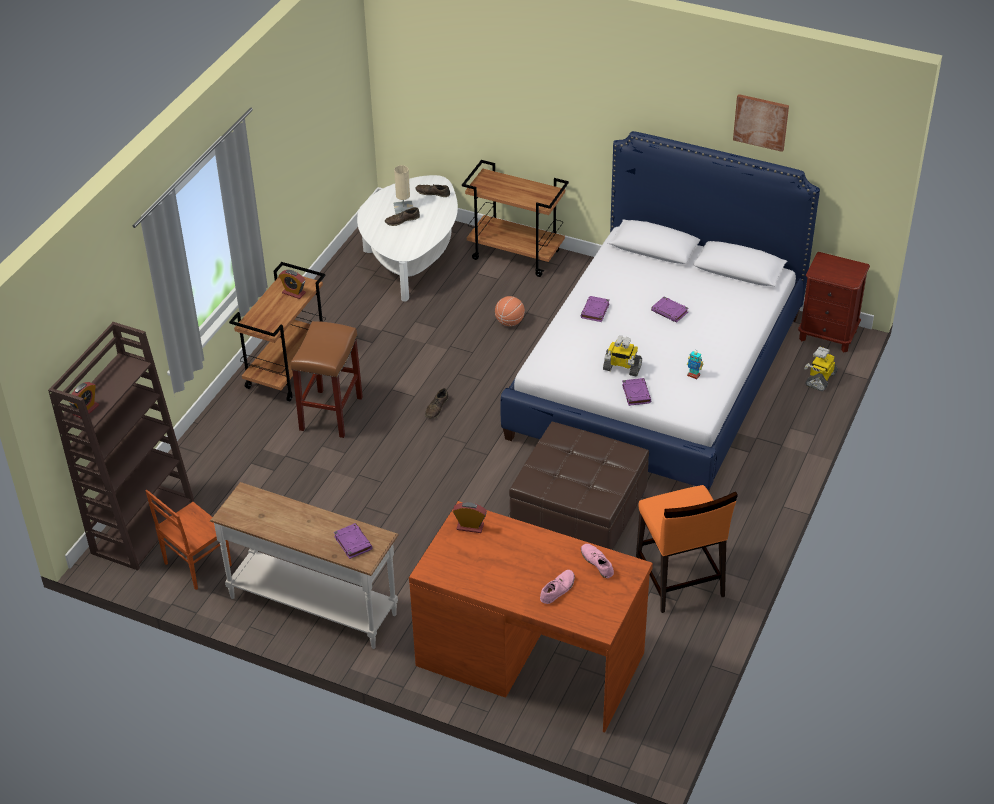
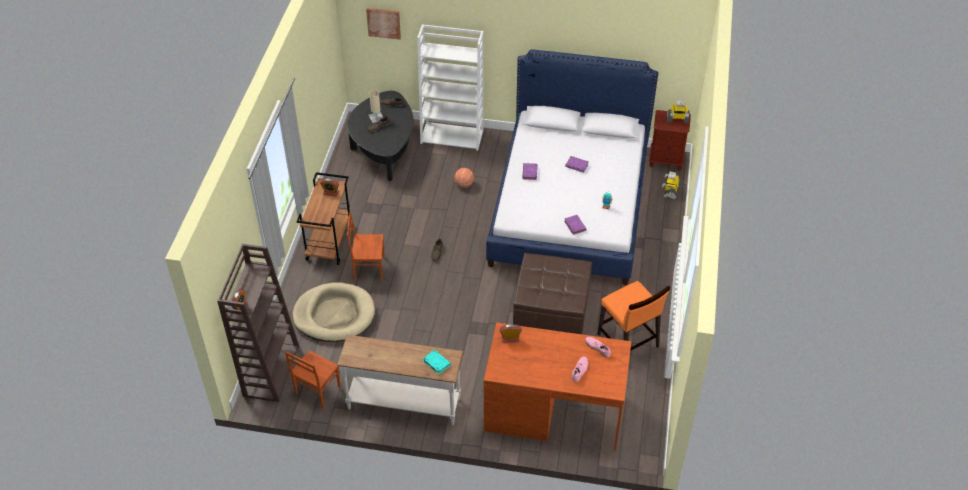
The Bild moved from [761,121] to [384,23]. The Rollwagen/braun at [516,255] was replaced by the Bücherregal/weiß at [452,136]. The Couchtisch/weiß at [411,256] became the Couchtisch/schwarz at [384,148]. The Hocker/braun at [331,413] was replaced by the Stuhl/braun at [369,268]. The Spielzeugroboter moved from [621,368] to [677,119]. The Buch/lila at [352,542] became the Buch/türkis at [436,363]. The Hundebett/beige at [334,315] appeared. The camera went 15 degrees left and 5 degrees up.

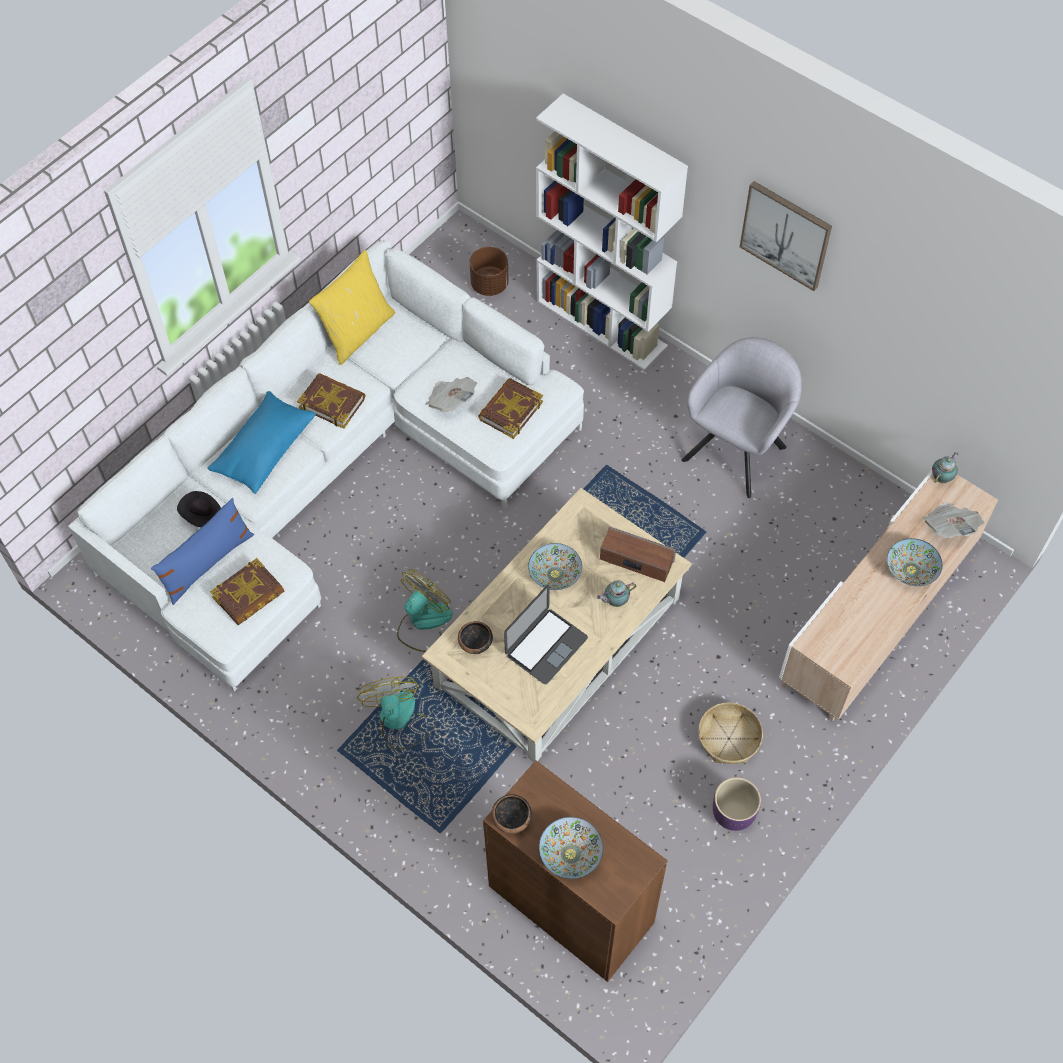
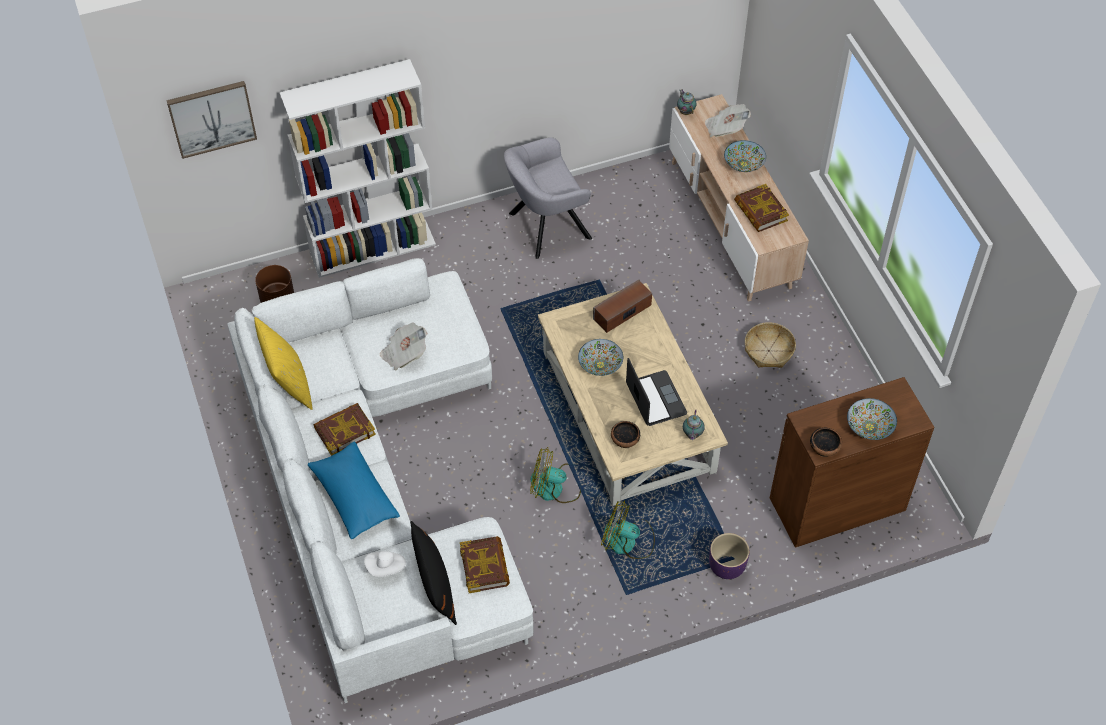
The Bild moved from [786,234] to [212,118]. The Sessel/grau at [737,449] turned 90 degrees counterclockwise. The Buch moved from [510,410] to [760,211]. The Hut/schwarz at [203,516] became the Hut/weiß at [386,568]. The Kissen/blau at [207,563] became the Kissen/schwarz at [434,583]. The Ventilator at [424,623] turned 60 degrees counterclockwise. The Teekanne moved from [615,601] to [692,435]. The Pflanzkübel/lila moved from [732,813] to [726,567]. The camera went 60 degrees left and 5 degrees down.

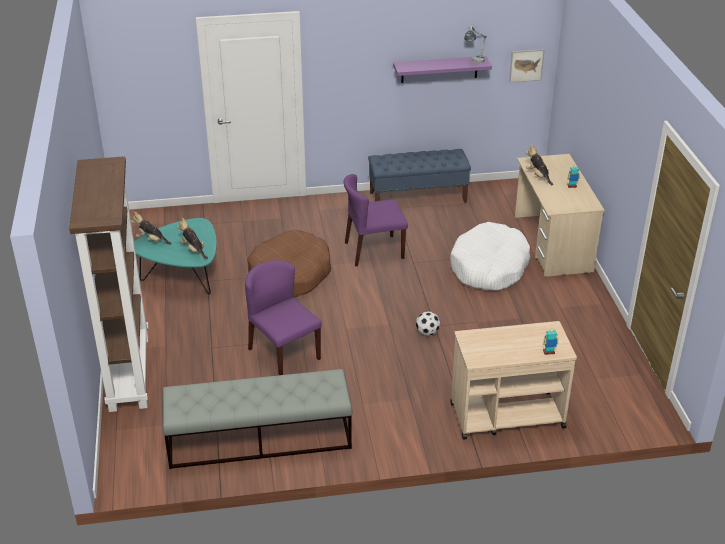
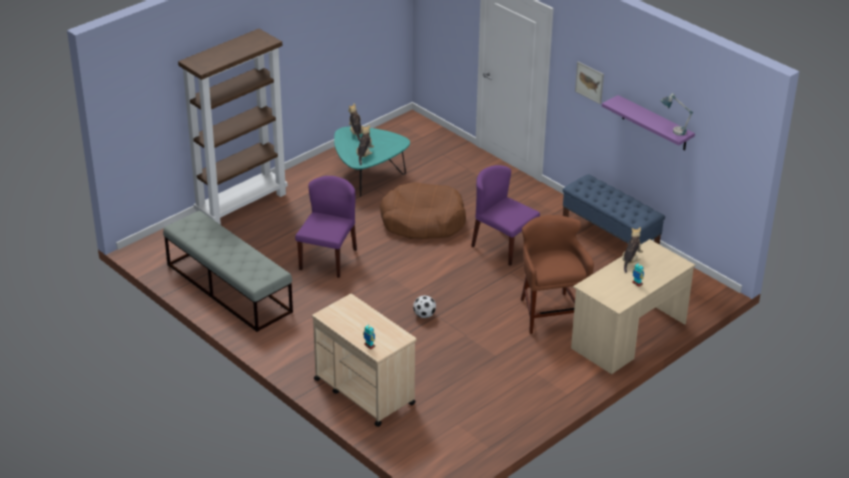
The Bild moved from [526,65] to [589,82]. The Hundebett/weiß at [489,267] was replaced by the Hocker/braun at [549,314]. The camera went 55 degrees right and 0 degrees up.

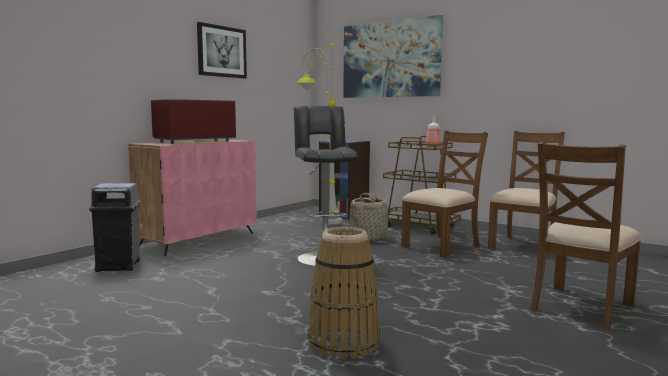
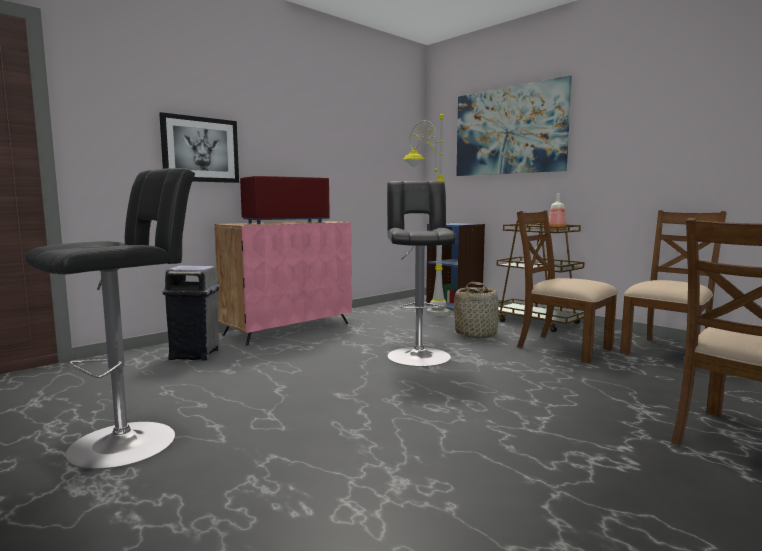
The Bild moved from [221,51] to [200,149]. The Stuhl/braun at [442,246] turned 105 degrees counterclockwise. The Korb at [343,342] disappeared. The Hocker/schwarz at [130,440] appeared. The camera went 10 degrees right and 0 degrees up.

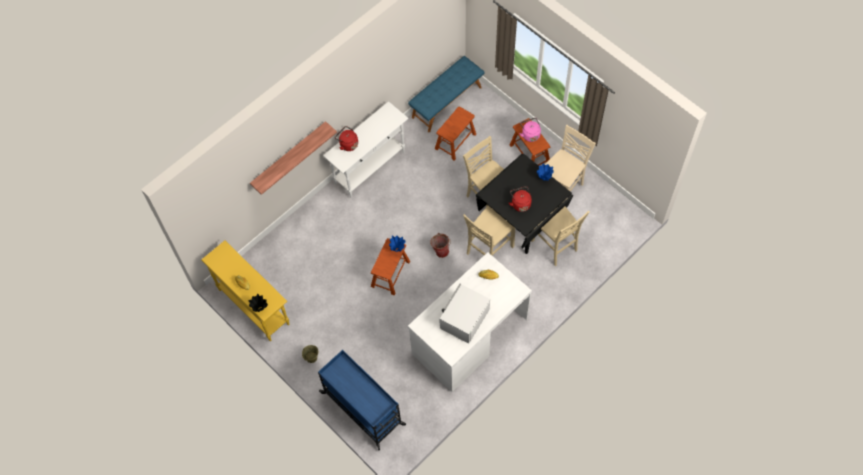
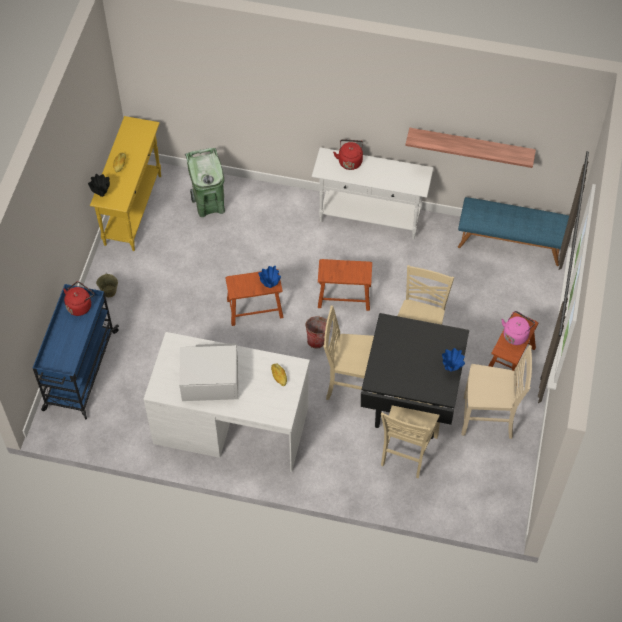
The Hocker/braun moved from [455,141] to [344,295]. The Wandregal moved from [289,156] to [471,145]. The Wasserkessel/rot moved from [520,203] to [80,305]. The Mülleimer/grün at [209,205] appeared. The camera went 55 degrees right and 5 degrees down.

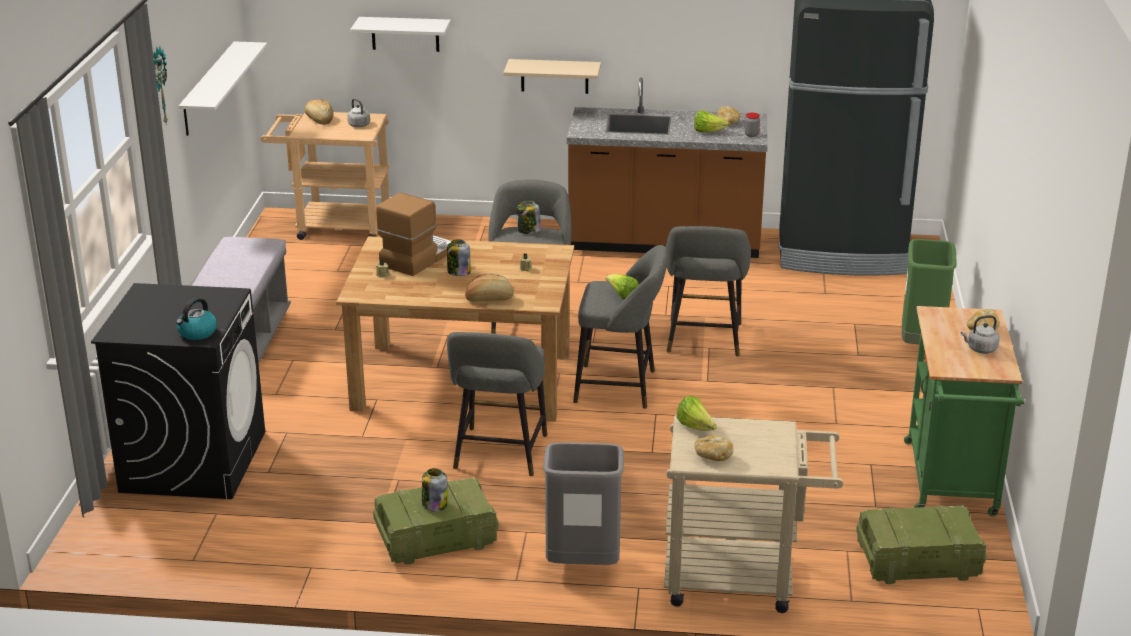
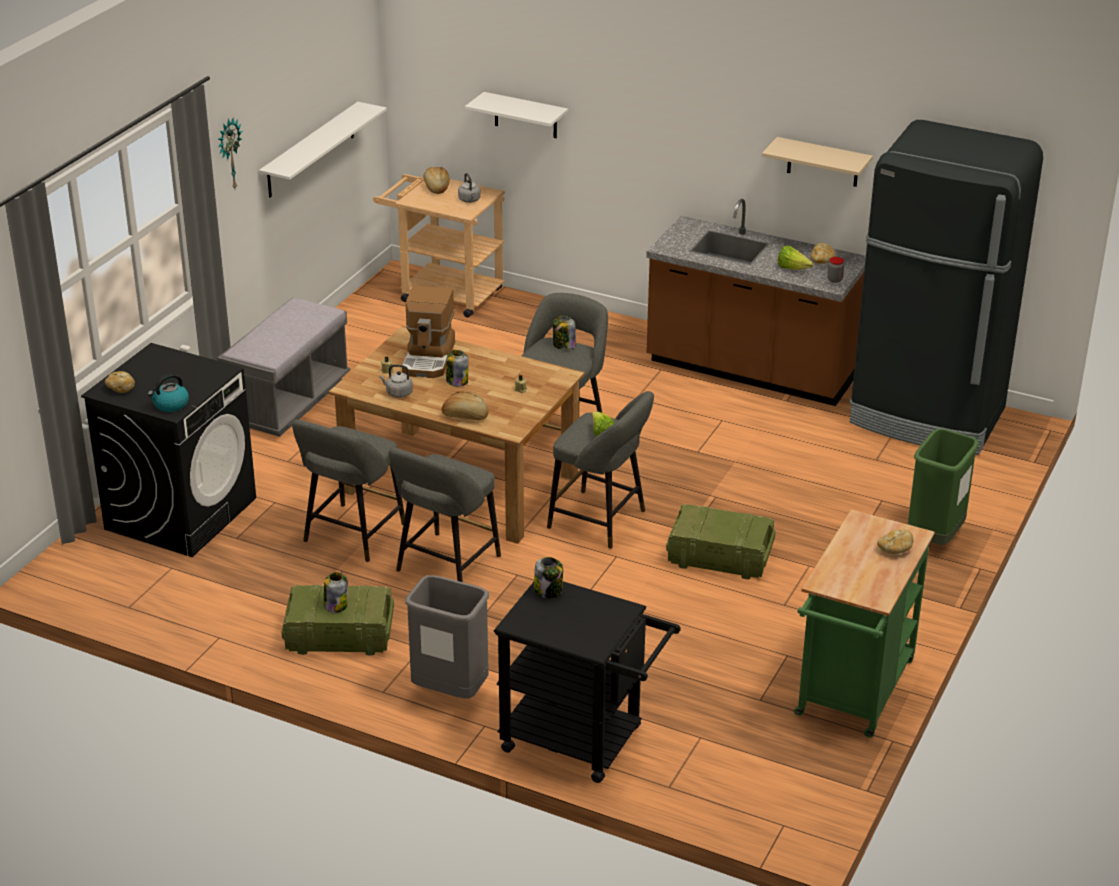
The Wandregal/beige moved from [554,76] to [823,162]. The Kaffeemaschine at [416,258] turned 135 degrees clockwise. The Hocker/grau moved from [704,341] to [351,536]. The Wasserkessel/grau moved from [980,349] to [398,393]. The Salatkopf at [695,427] was replaced by the Vorratsglas at [548,591]. The Rollwagen/beige at [743,580] became the Rollwagen/schwarz at [583,742]. The Brot moved from [712,456] to [120,388]. The Kiste moved from [916,562] to [718,557]. The camera went 20 degrees right and 5 degrees up.

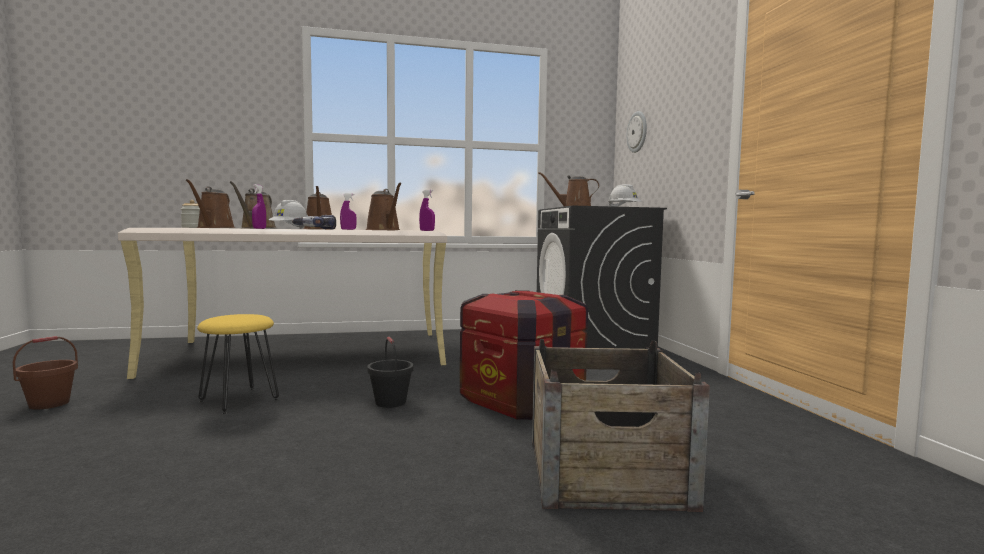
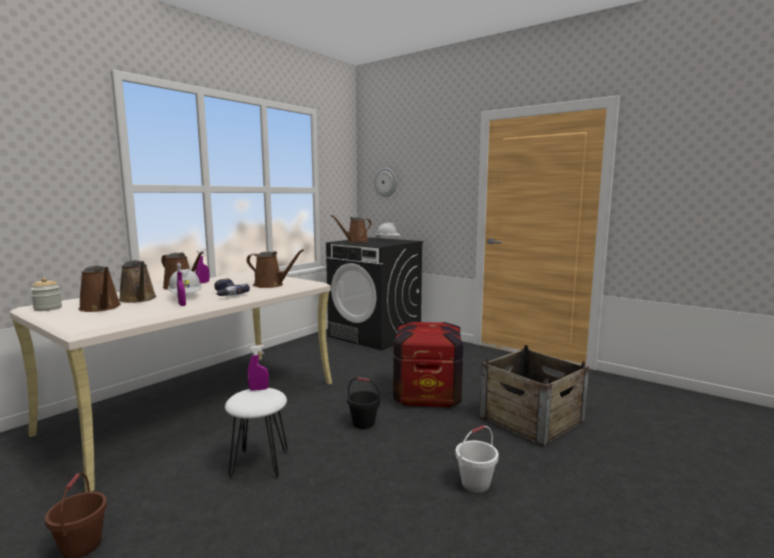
The Sprühflasche/lila moved from [427,230] to [258,389]. The Hocker/gelb at [238,401] became the Hocker/weiß at [259,465]. The Eimer/weiß at [475,484] appeared. The camera went 40 degrees left and 5 degrees up.

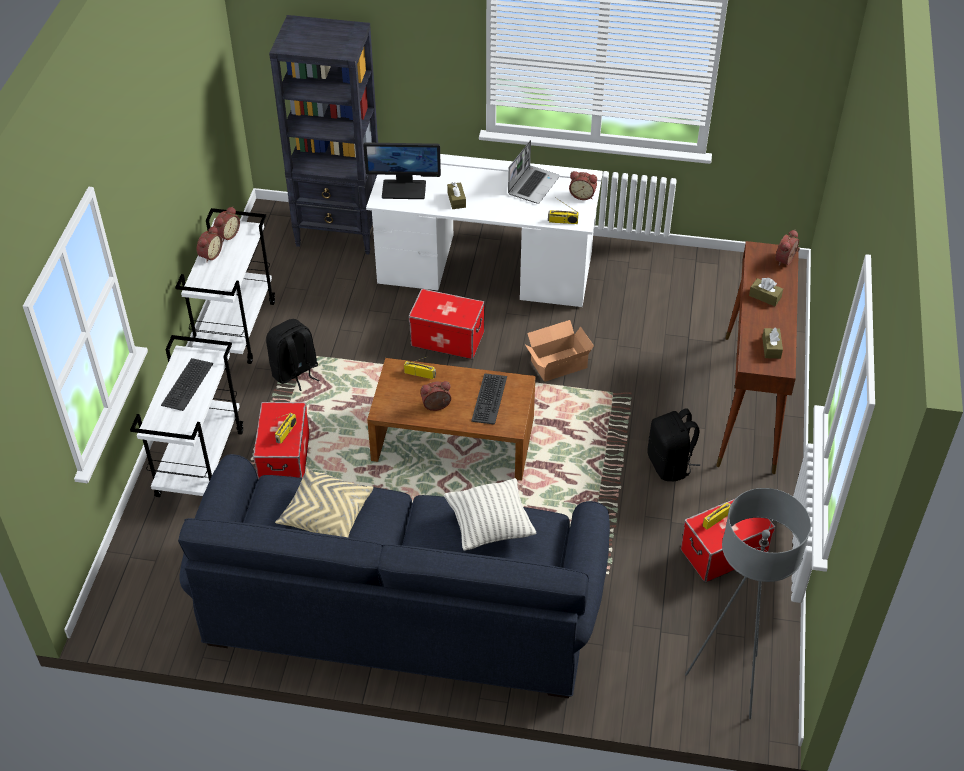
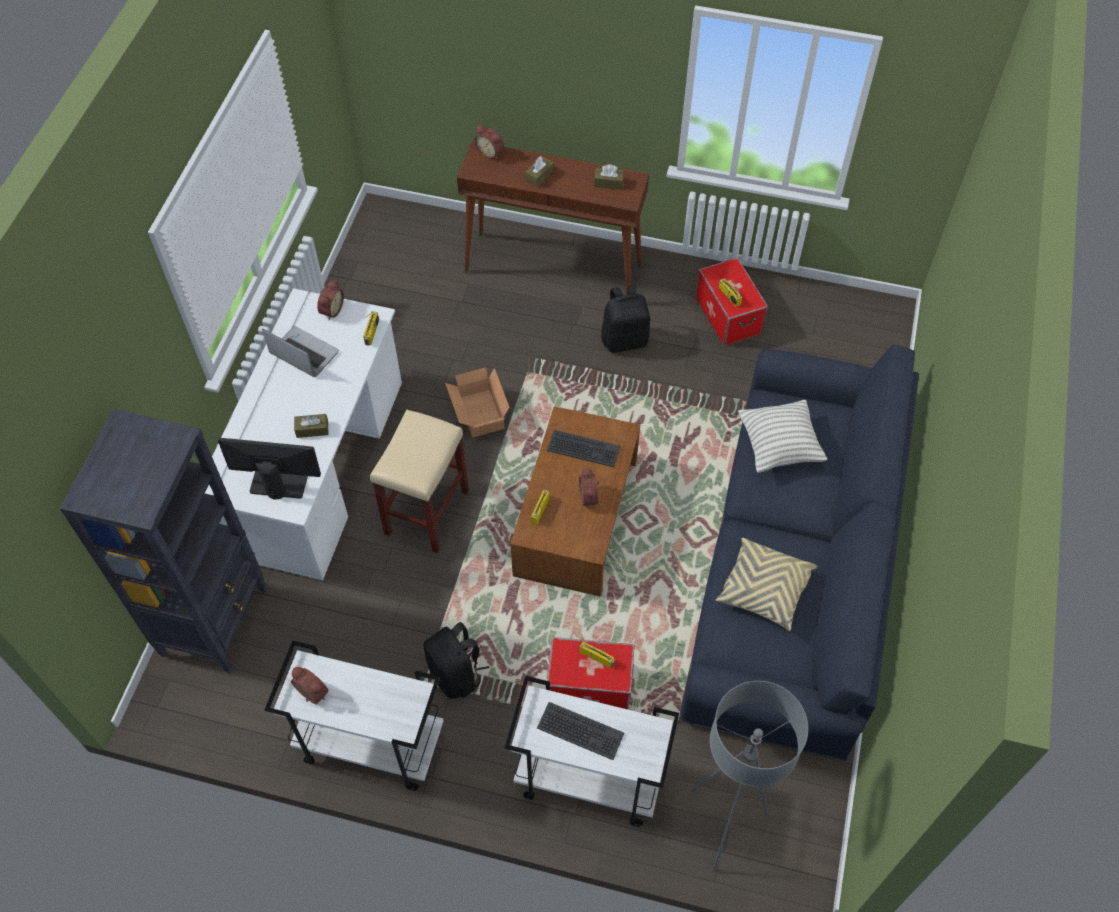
The Monitor at [404,189] turned 90 degrees counterclockwise. The Wecker at [209,255] disappeared. The Aufbewahrungsbox at [447,339] was replaced by the Hocker/beige at [427,513]. The Stehlampe/grau moved from [729,682] to [723,826]. The camera went 85 degrees left and 10 degrees up.

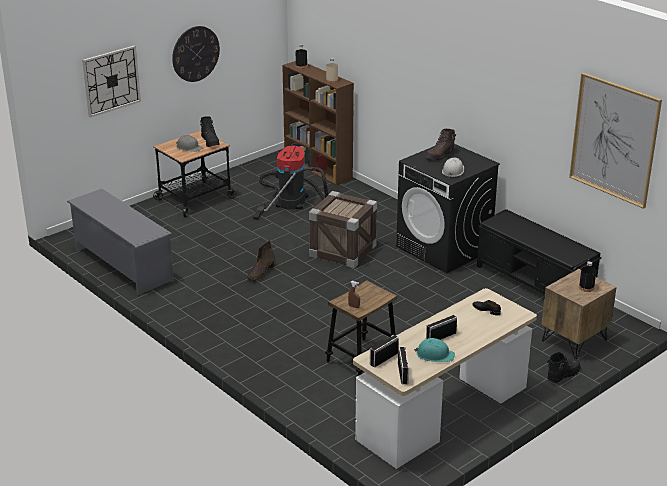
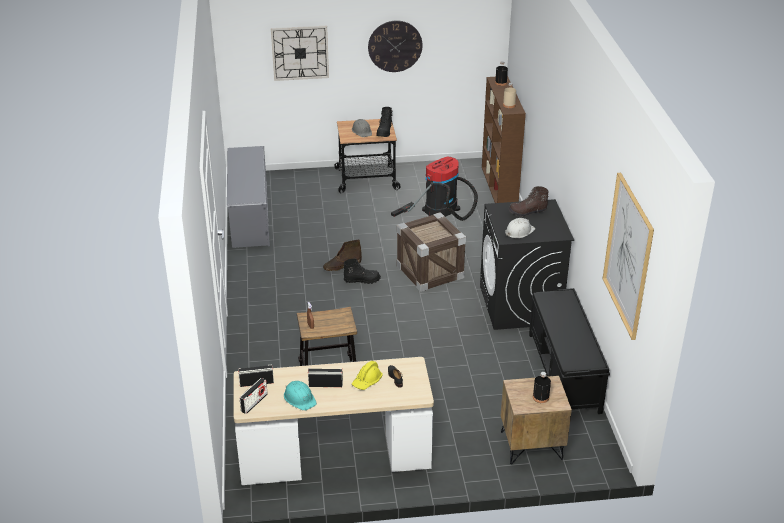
The Stiefel/schwarz moved from [562,375] to [362,280]. The Schutzhelm/gelb at [367,381] appeared. The camera went 35 degrees right and 5 degrees up.

